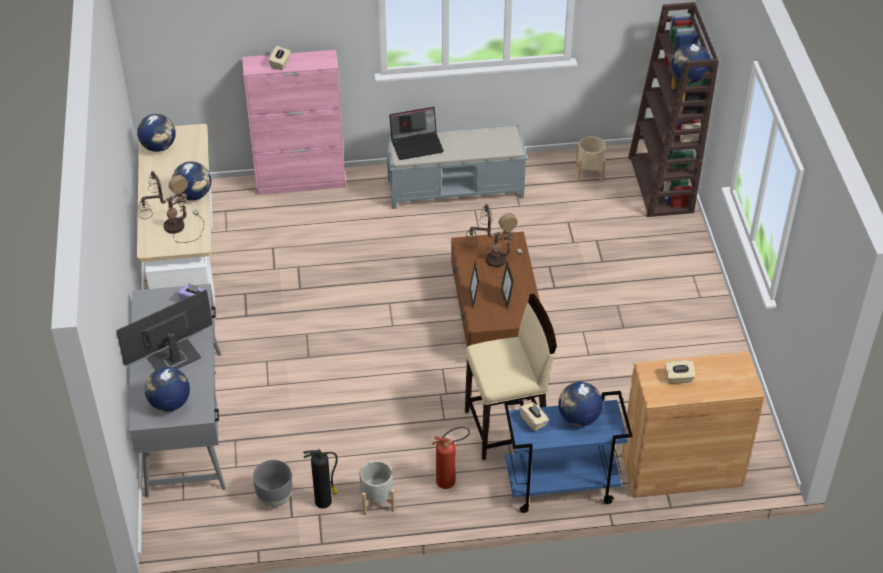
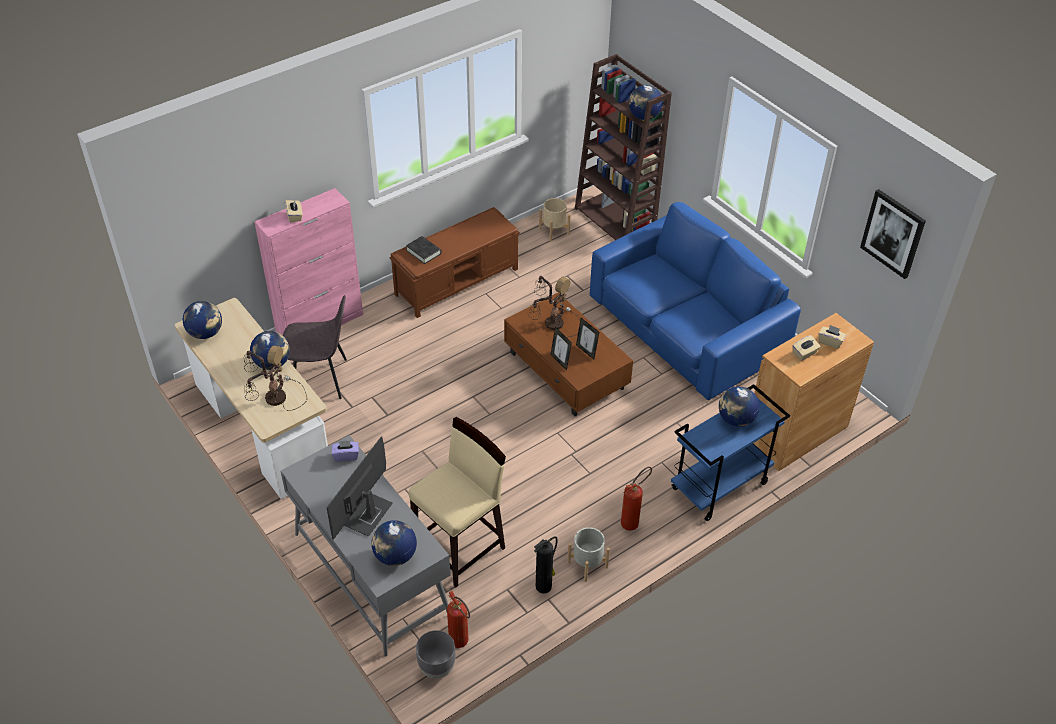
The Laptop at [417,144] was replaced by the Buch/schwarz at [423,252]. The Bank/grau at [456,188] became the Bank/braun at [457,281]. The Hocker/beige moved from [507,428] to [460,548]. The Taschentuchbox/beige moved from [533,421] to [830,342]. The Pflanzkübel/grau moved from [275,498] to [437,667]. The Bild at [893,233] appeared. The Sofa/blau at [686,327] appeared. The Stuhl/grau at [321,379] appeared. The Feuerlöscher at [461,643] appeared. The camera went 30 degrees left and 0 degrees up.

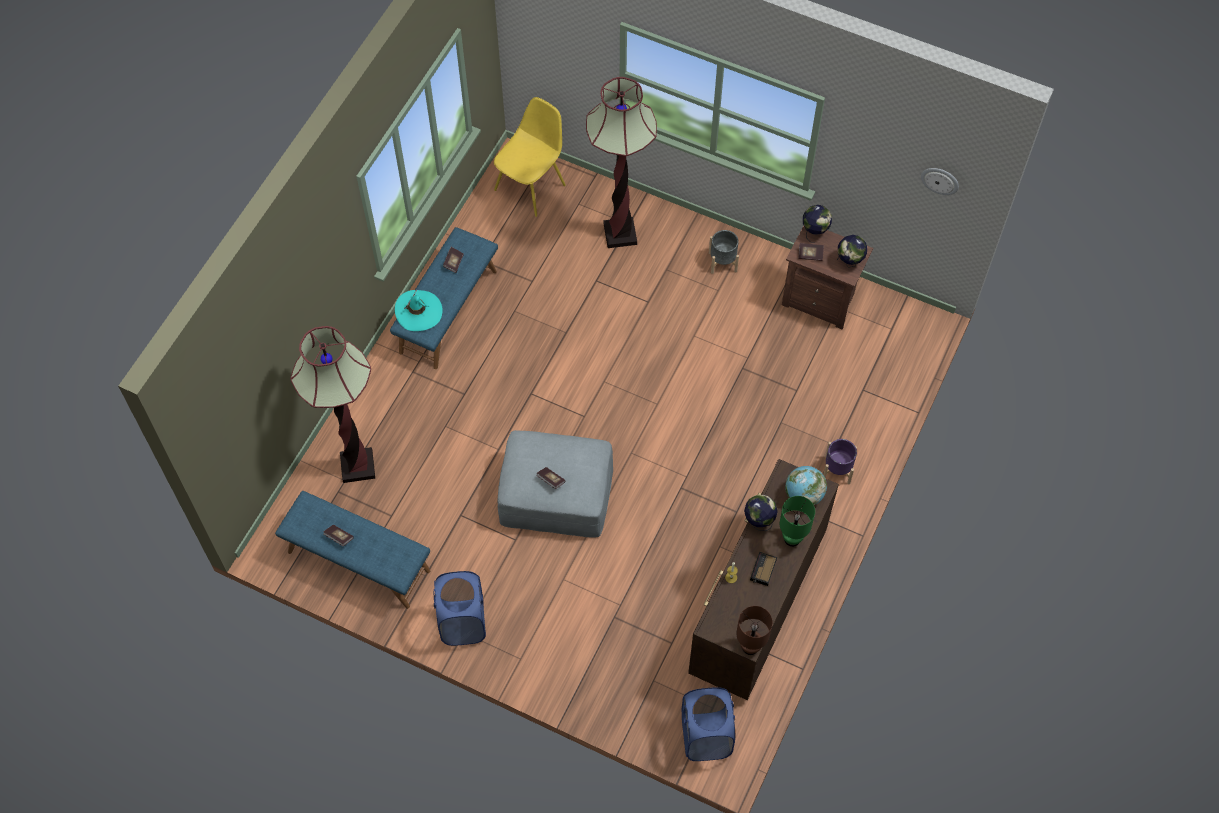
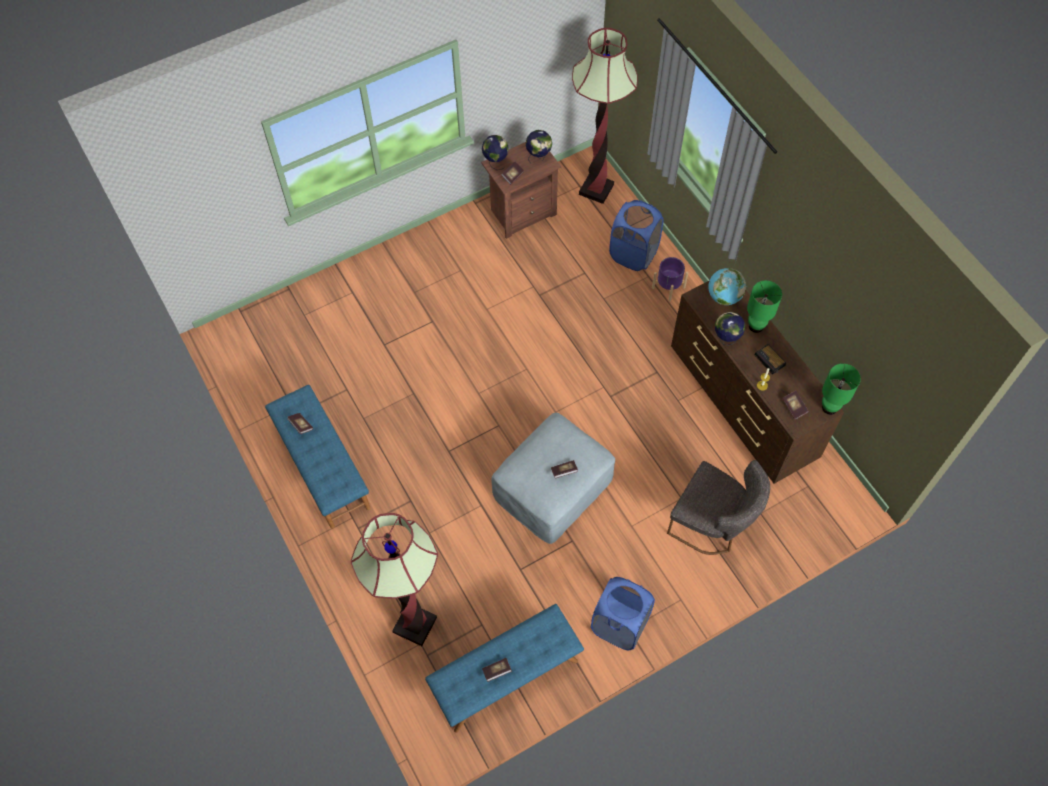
The Stehlampe moved from [620,234] to [596,189]. The Stuhl/gelb at [531,186] disappeared. The Wanduhr at [940,180] disappeared. The Pflanzkübel/grau at [722,262] disappeared. The Hut/türkis at [418,312] disappeared. The Tischlampe/braun at [749,647] became the Tischlampe/grün at [829,408]. The Wäschekorb/blau moved from [706,737] to [633,254]. The Buch at [794,407] appeared. The Stuhl/grau at [712,525] appeared. The camera went 55 degrees left and 0 degrees up.

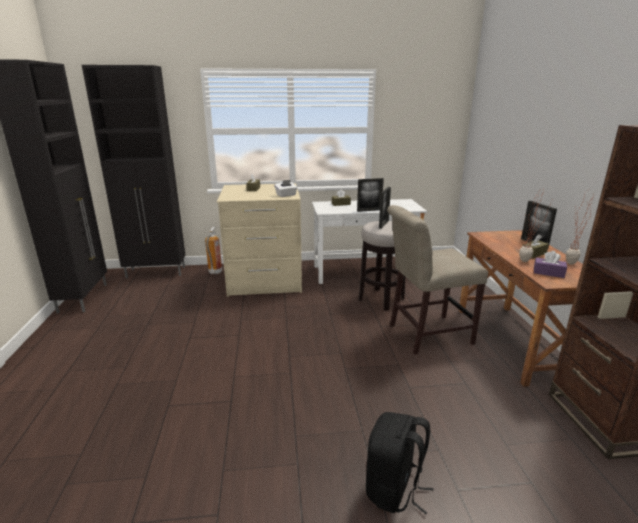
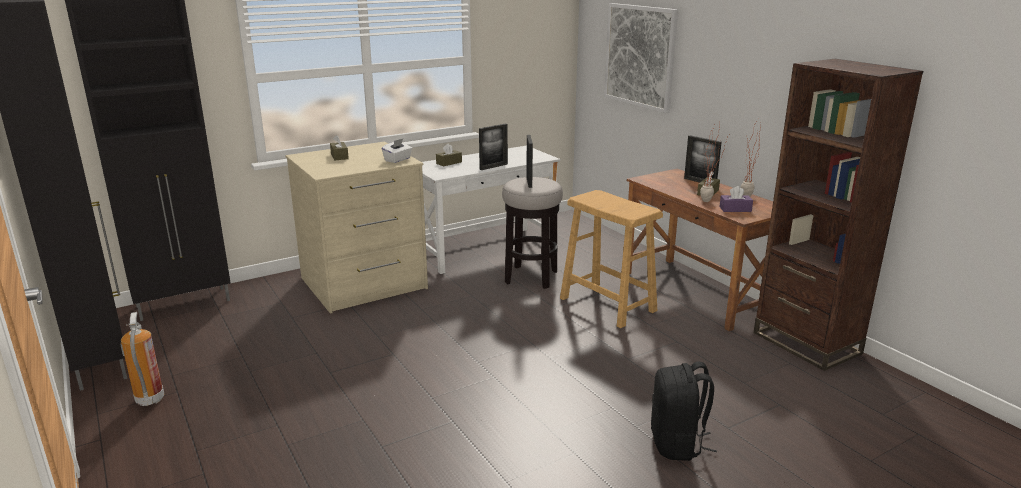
The Stuhl/beige at [425,334] was replaced by the Hocker/beige at [607,304]. The Feuerlöscher moved from [215,272] to [150,400]. The Bild at [640,56] appeared. The camera went 25 degrees left and 0 degrees up.

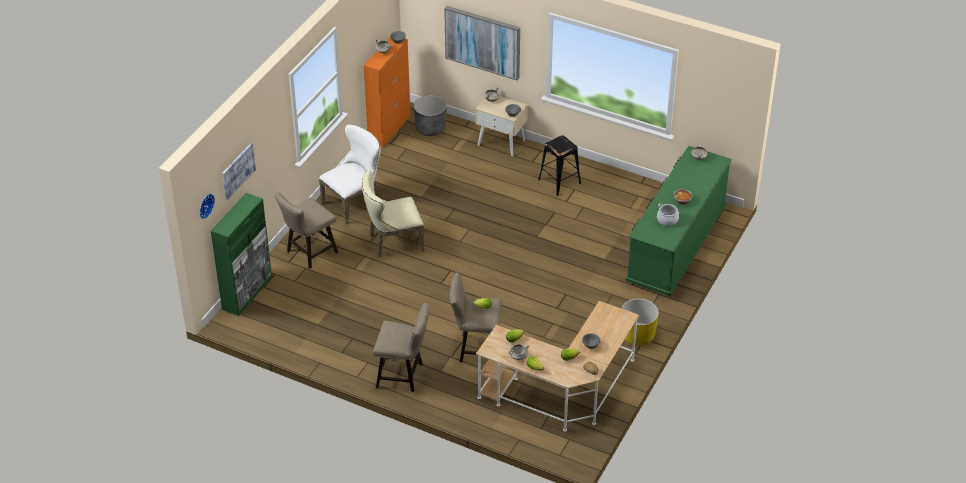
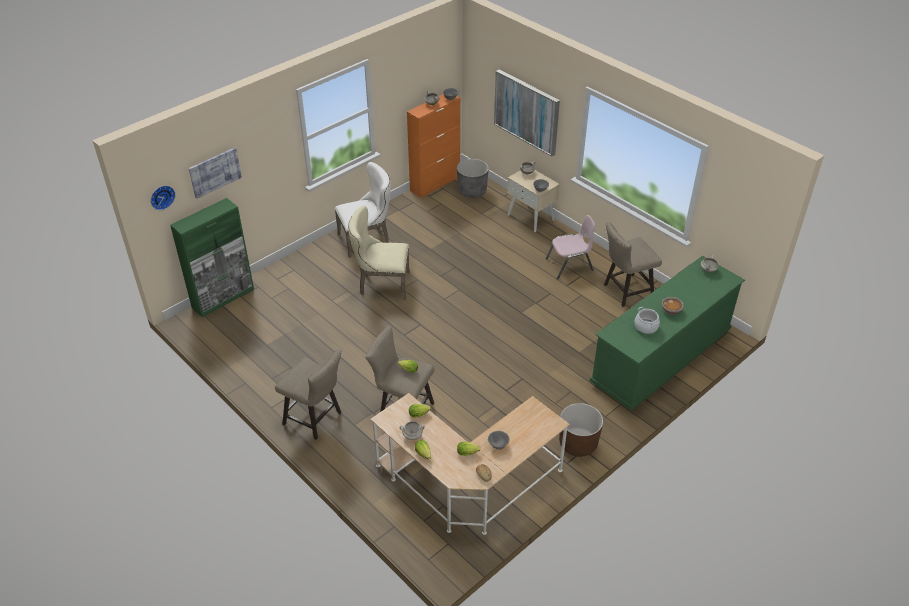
The Hocker/schwarz at [560,181] was replaced by the Stuhl/rosa at [570,265]. The Hocker/beige moved from [309,253] to [625,292]. The Pflanzkübel/gelb at [637,335] became the Pflanzkübel/braun at [578,443]. The camera went 20 degrees right and 0 degrees up.

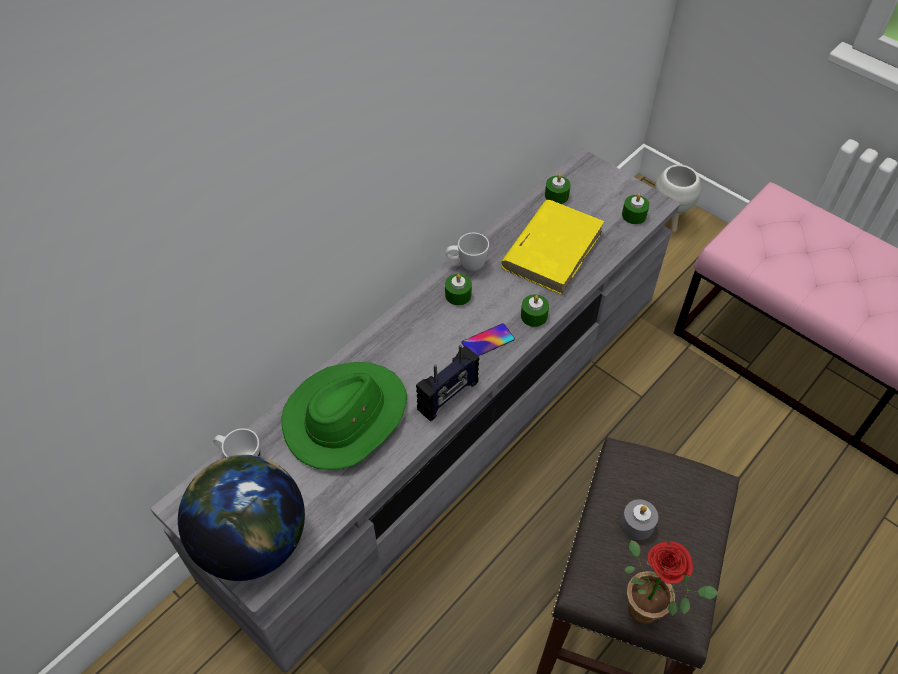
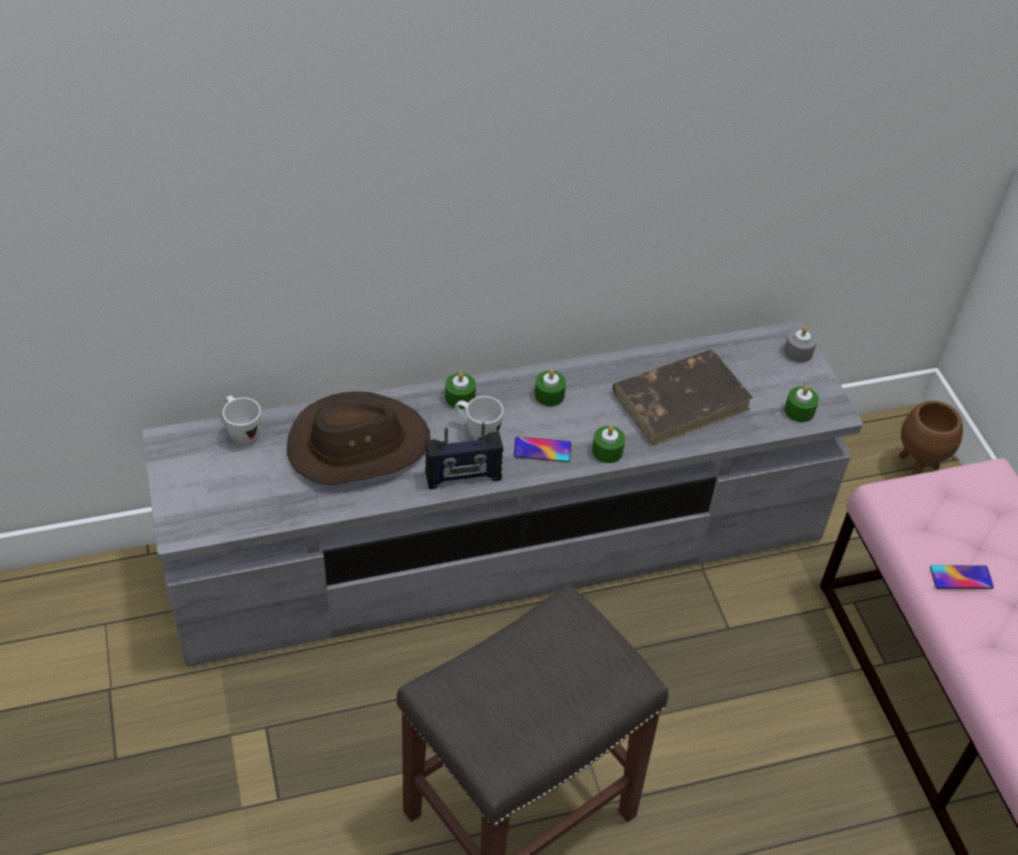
The Pflanzkübel/weiß at [669,220] became the Pflanzkübel/braun at [917,469]. The Kerze/grün moved from [556,195] to [460,397]. The Buch/gelb at [552,249] became the Buch/braun at [682,400]. The Henkelbecher/weiß moved from [466,265] to [477,431]. The Hut/grün at [346,417] became the Hut/braun at [357,445]. The Globus at [253,541] disappeared. The Kerze/grau moved from [637,524] to [798,352]. The Topfpflanze at [650,608] disappeared. The Handy at [961,577] appeared. The camera went 30 degrees right and 5 degrees down.

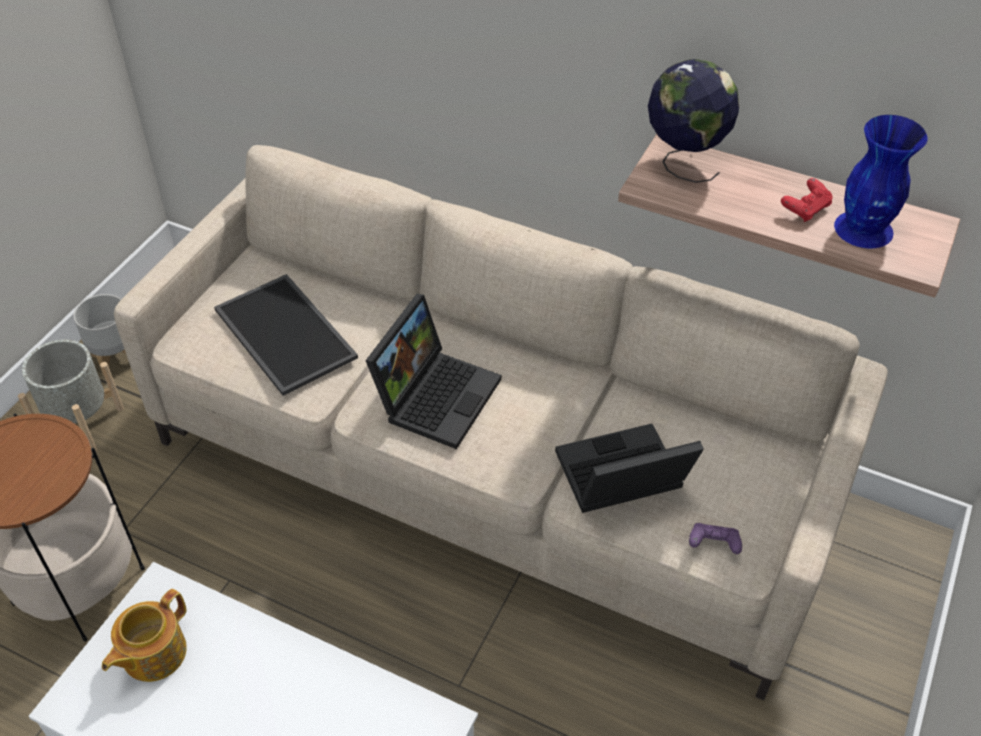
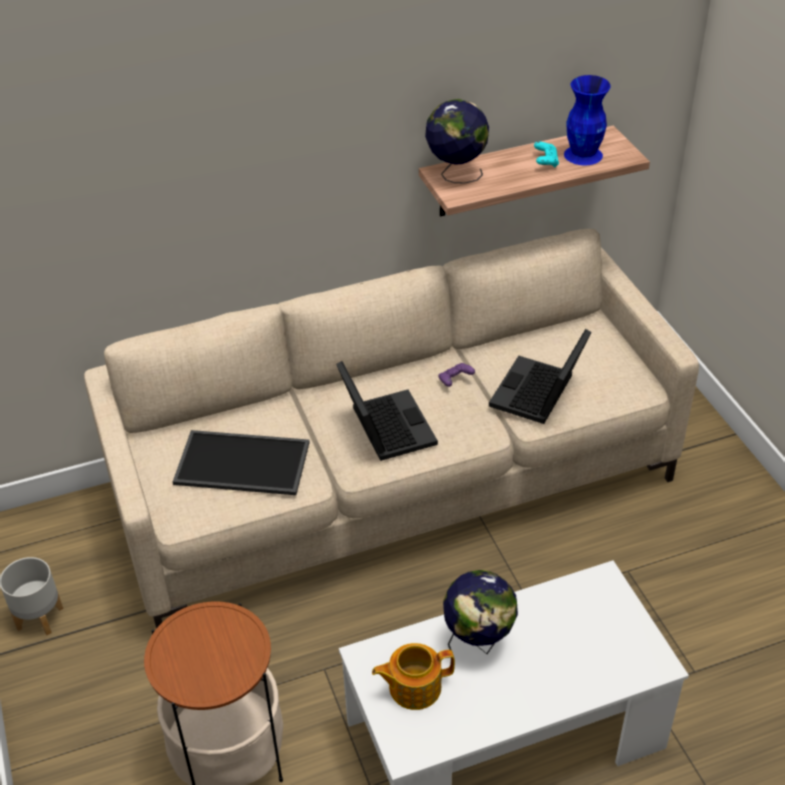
The Gamepad/rot at [805,209] became the Gamepad/türkis at [545,161]. The Pflanzkübel/grau at [81,424] disappeared. The Gamepad/lila moved from [713,544] to [455,380]. The Teekanne at [152,653] turned 90 degrees clockwise. The Globus at [478,642] appeared. The camera went 45 degrees left and 5 degrees down.

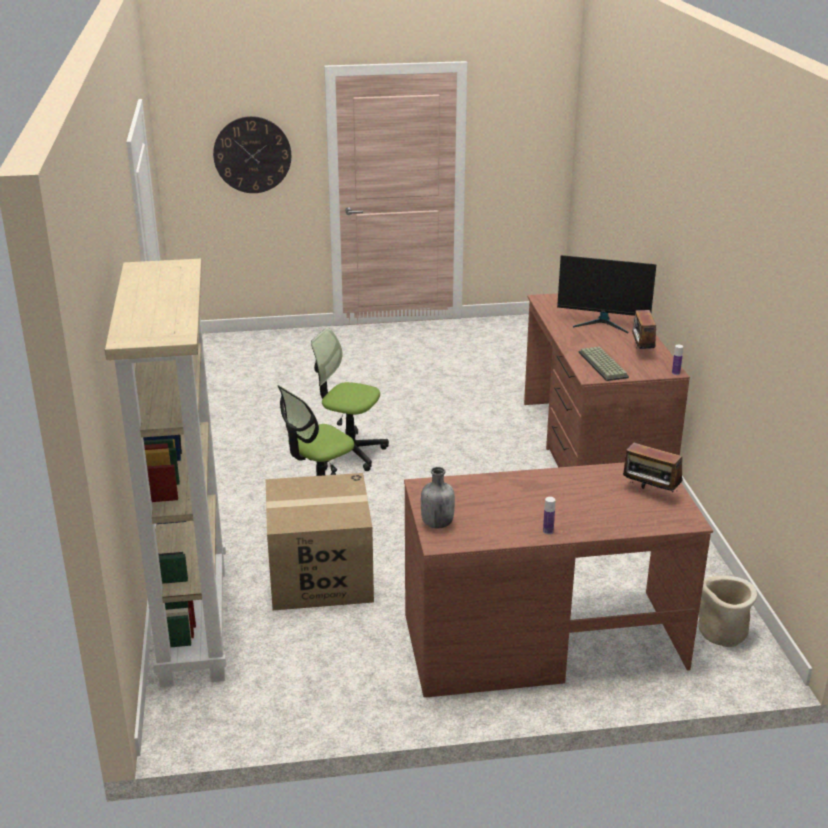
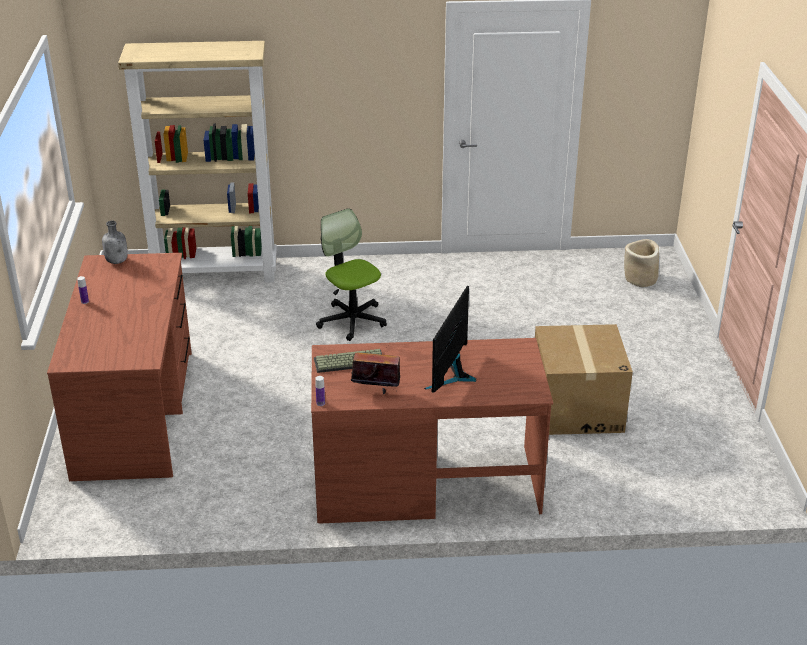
The Wanduhr at [252,155] disappeared. The Bürostuhl at [348,453] disappeared. The Radio at [650,493] disappeared. The Karton moved from [320,576] to [576,408]. The Pflanzkübel/beige moved from [722,633] to [640,279]. The camera went 95 degrees right and 5 degrees up.

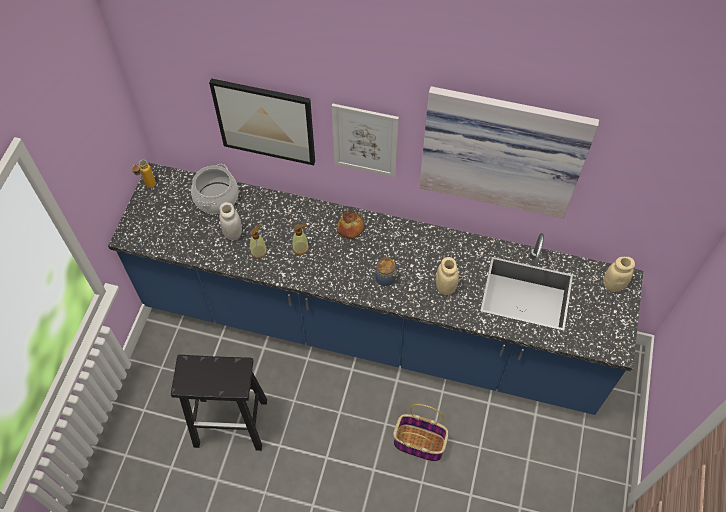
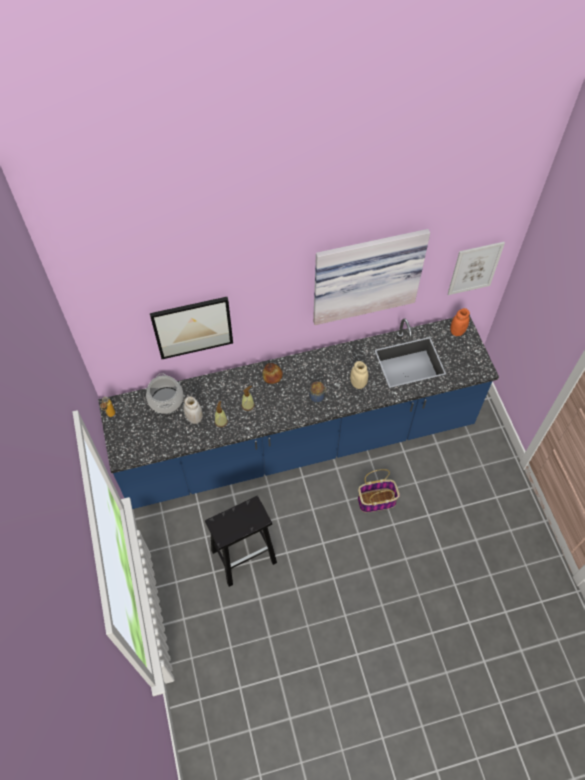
The Bild moved from [365,140] to [474,268]. The Vorratsglas/beige at [613,285] became the Vorratsglas/orange at [457,331]. The camera went 30 degrees left and 0 degrees up.

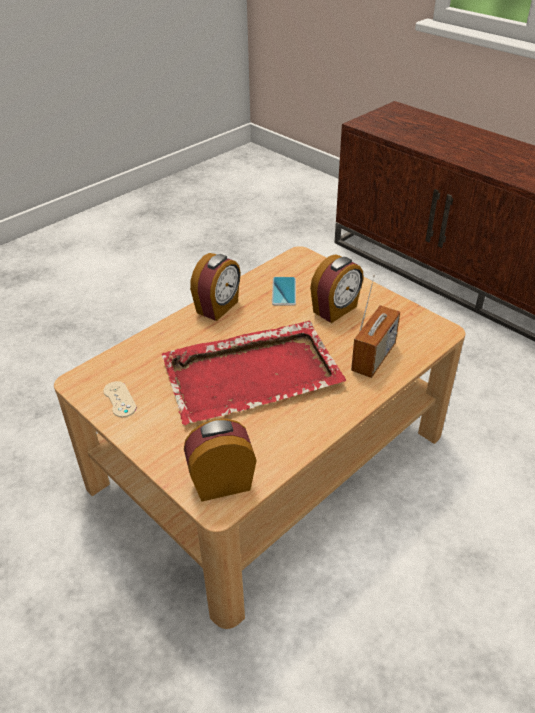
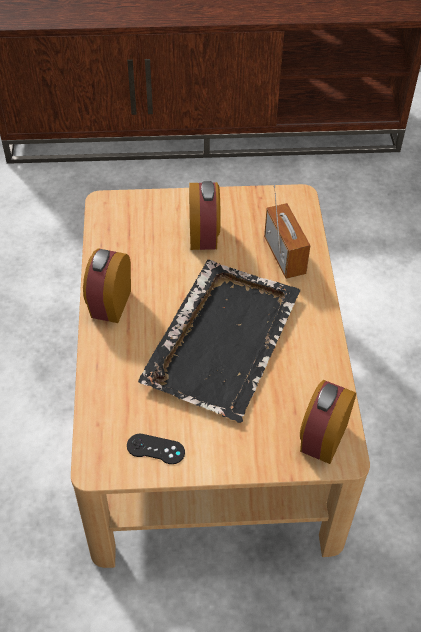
The Wecker at [218,307] turned 150 degrees counterclockwise. The Handy at [284,291] disappeared. The Tablett/rot at [253,374] became the Tablett/schwarz at [223,339]. The Gamepad/beige at [119,399] became the Gamepad/schwarz at [155,449]. The camera went 50 degrees left and 10 degrees up.

